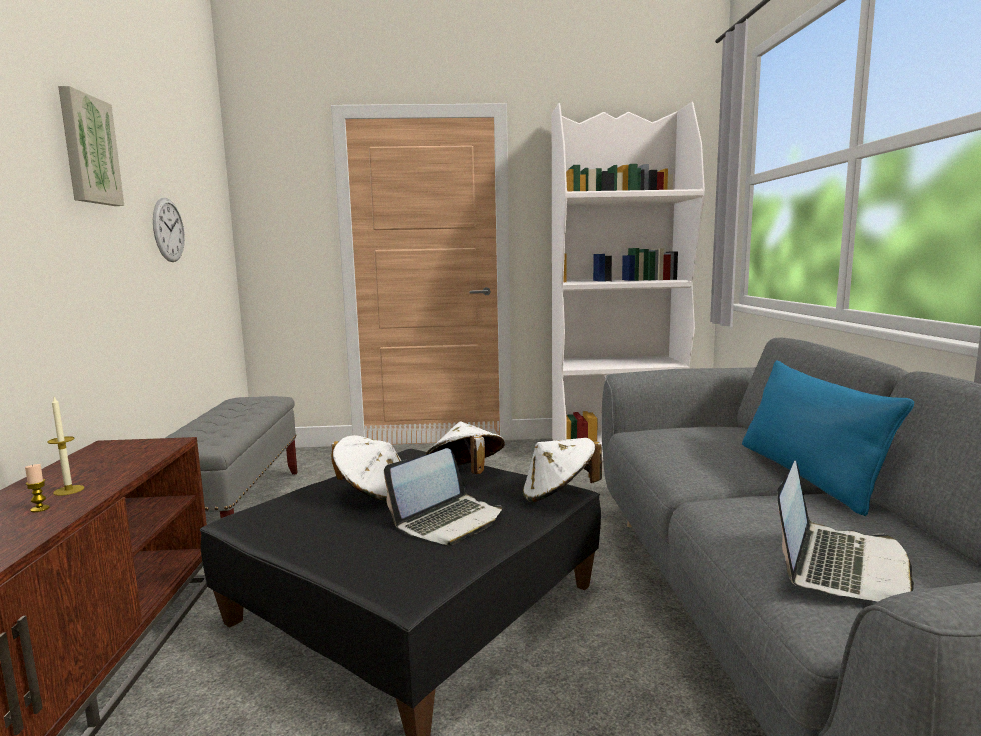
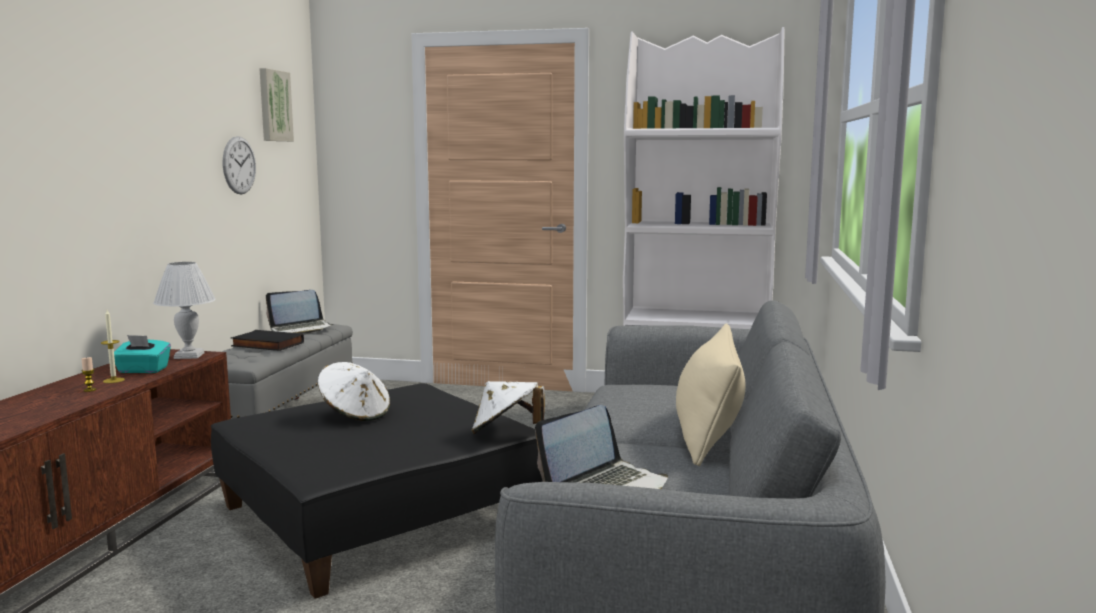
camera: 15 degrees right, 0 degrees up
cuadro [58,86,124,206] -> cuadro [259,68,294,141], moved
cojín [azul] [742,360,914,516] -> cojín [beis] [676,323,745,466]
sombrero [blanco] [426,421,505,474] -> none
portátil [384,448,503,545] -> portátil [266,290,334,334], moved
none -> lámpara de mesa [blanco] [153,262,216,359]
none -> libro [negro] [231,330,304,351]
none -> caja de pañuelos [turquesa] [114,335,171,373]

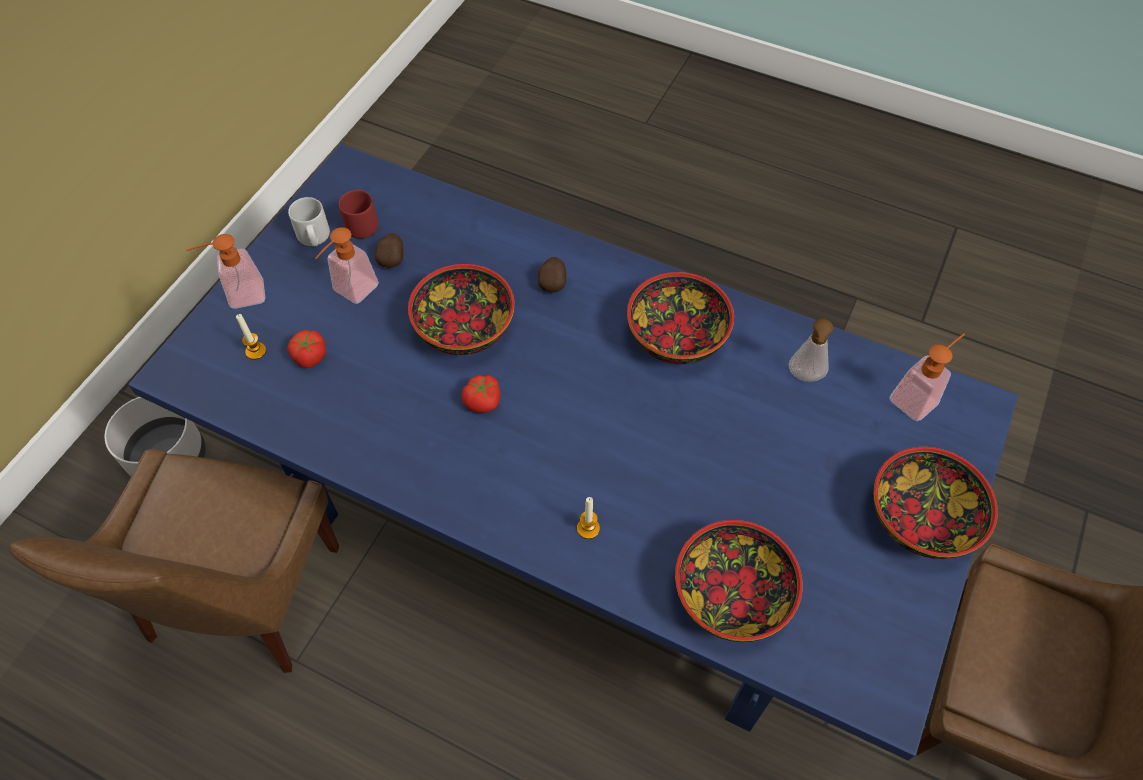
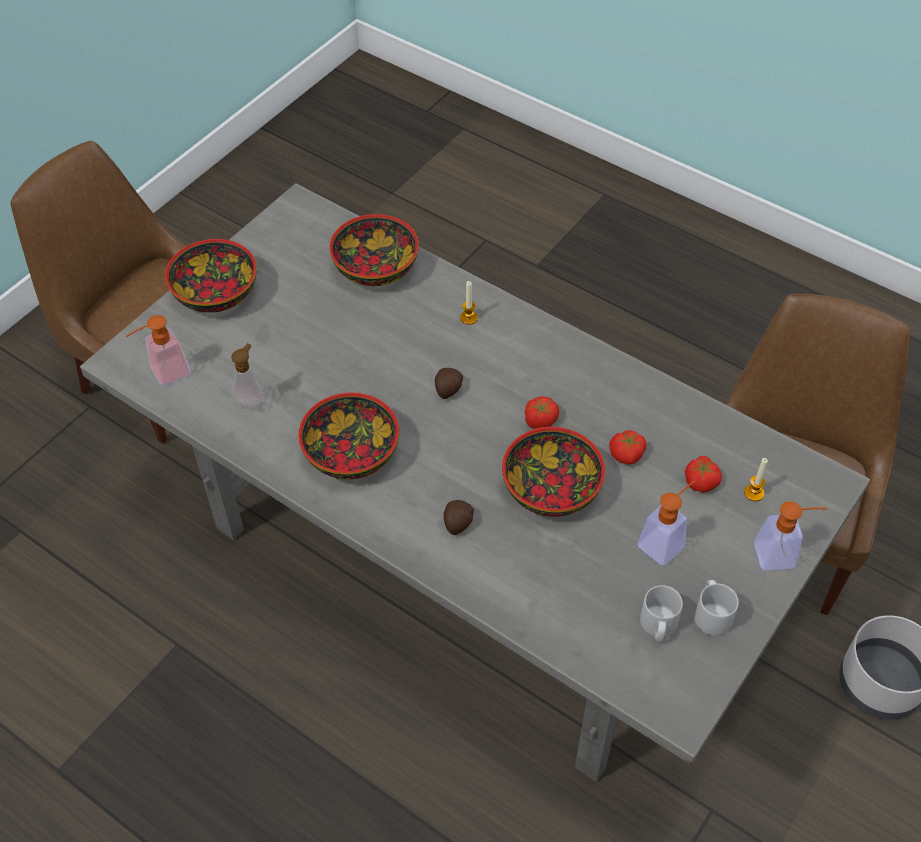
camera: 170 degrees left, 5 degrees down
mesa de comedor [azul] [128,144,1018,760] -> mesa de comedor [gris] [80,183,870,782]
taza grande [rojo] [339,189,378,239] -> taza grande [gris] [640,585,683,641]
patata [375,233,404,268] -> patata [435,368,463,399], moved
none -> tomate [609,430,647,464]

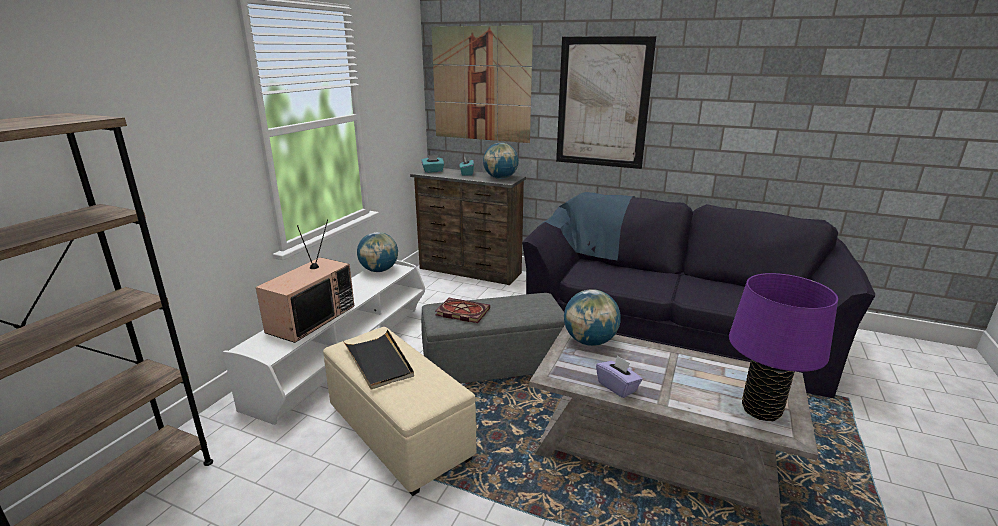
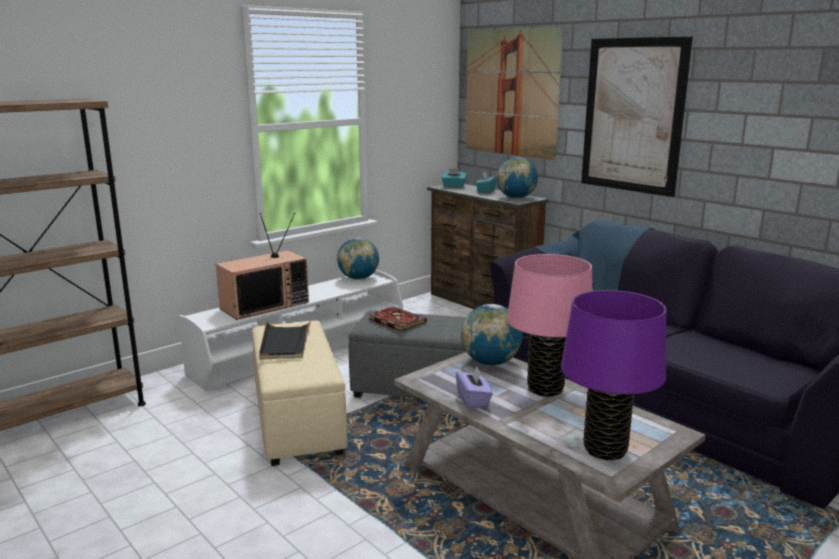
camera: 25 degrees right, 5 degrees down
none -> lámpara de mesa [rosa] [507,254,593,397]

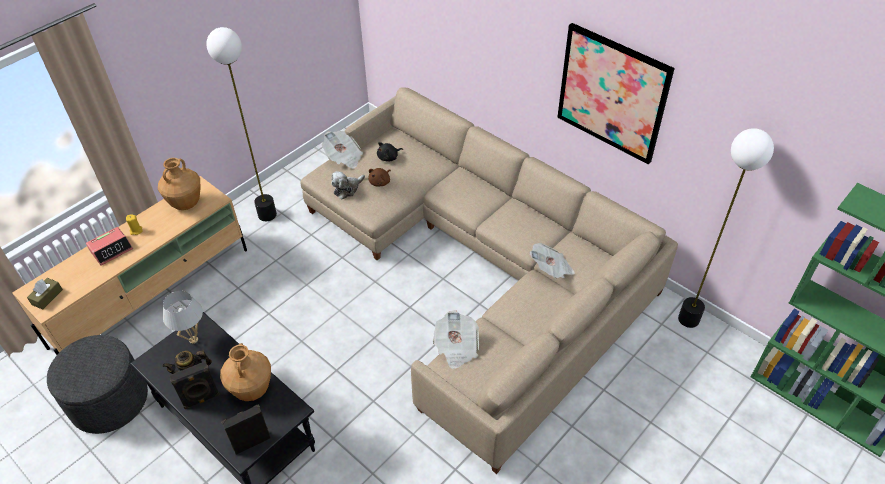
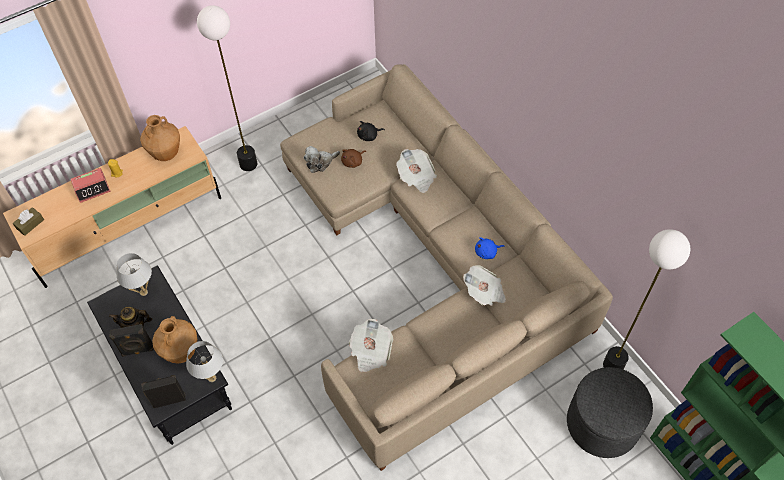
camera: 15 degrees right, 10 degrees up
cuadro [557,23,675,165] -> none
periódico [322,131,363,169] -> periódico [396,149,437,193], moved
puf [gris] [47,335,148,434] -> puf [gris] [567,367,653,458], moved
none -> peluche [azul] [475,237,505,259]
none -> lámpara de mesa [blanco] [186,341,223,382]

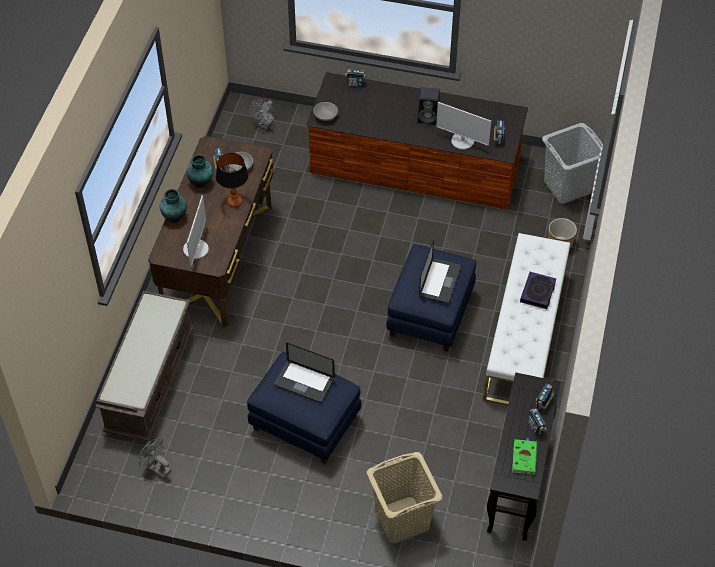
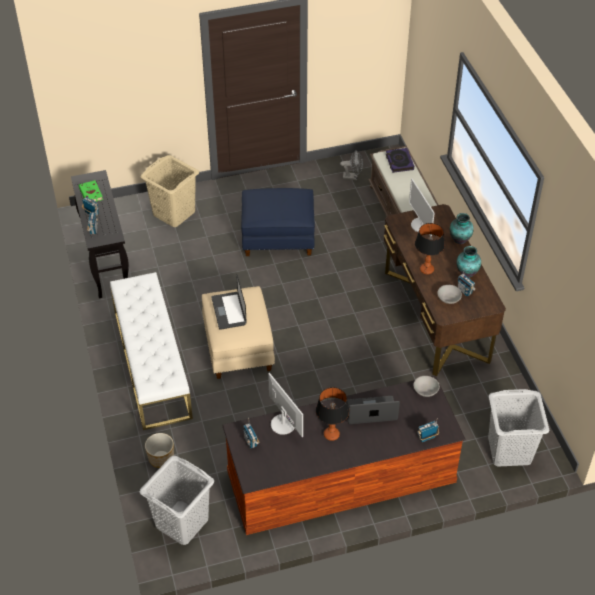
camera: 150 degrees right, 5 degrees down
altavoz [negro] [418,87,440,124] -> lámpara de mesa [316,387,350,441]
ventilador [gris] [249,99,275,130] -> cesto de la ropa [gris] [488,389,549,467]
monitor [436,102,491,150] -> monitor [268,373,303,437], 60 degrees clockwise
puf [azul] [387,244,476,352] -> puf [beis] [202,286,275,379]
libro [520,272,556,309] -> libro [386,148,414,173], moved
portátil [274,343,335,403] -> portátil [347,396,400,424], moved

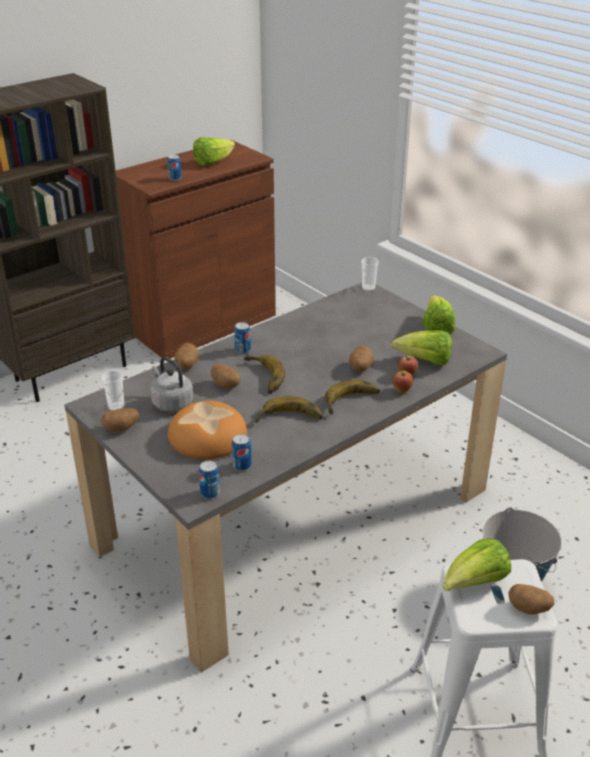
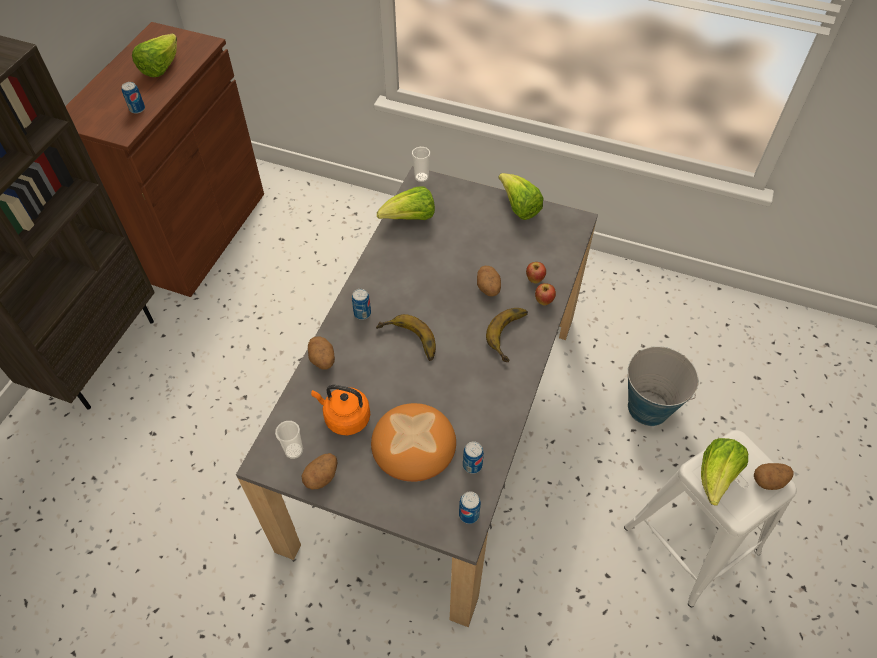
camera: 30 degrees left, 20 degrees up
lechuga [391,330,452,365] -> lechuga [377,187,435,220], moved
hervidor [gris] [150,357,193,412] -> hervidor [naranja] [311,385,370,435]
patata [211,364,240,388] -> none
plátano [255,396,323,423] -> none

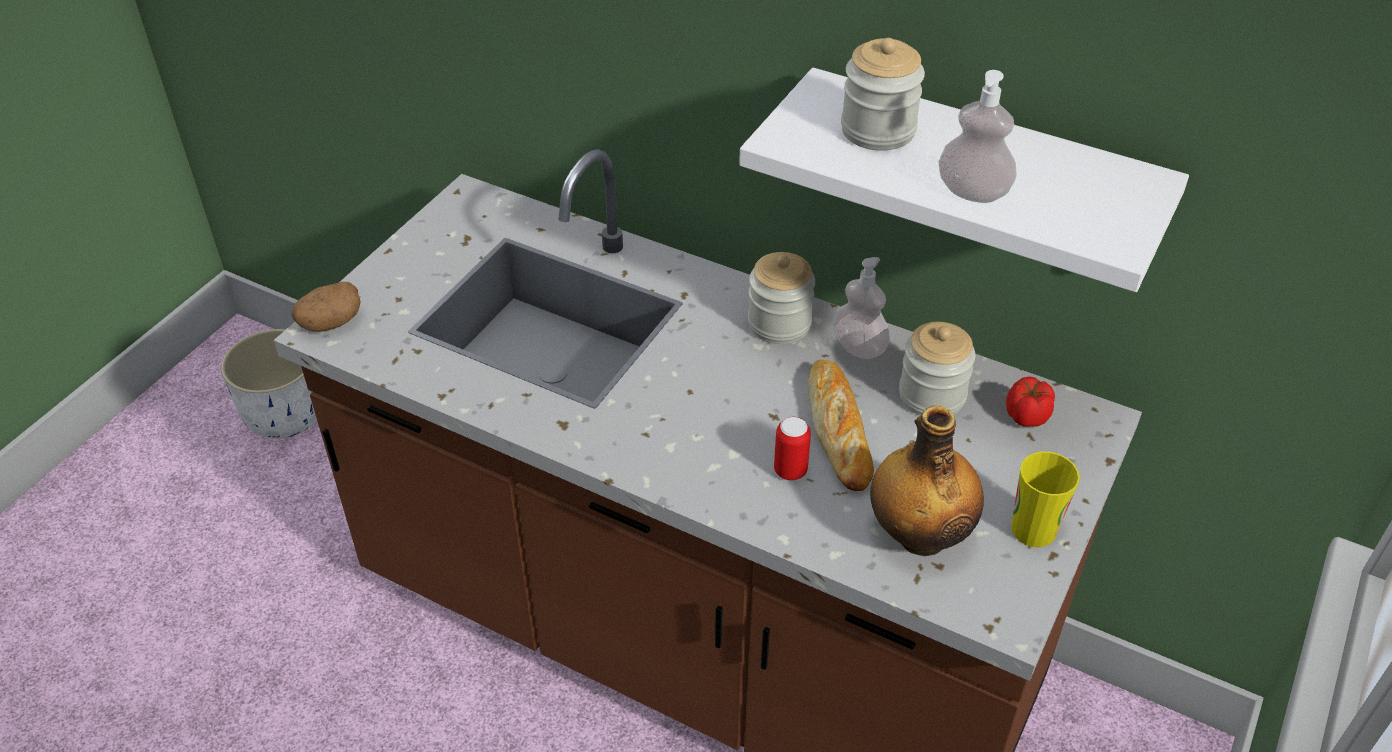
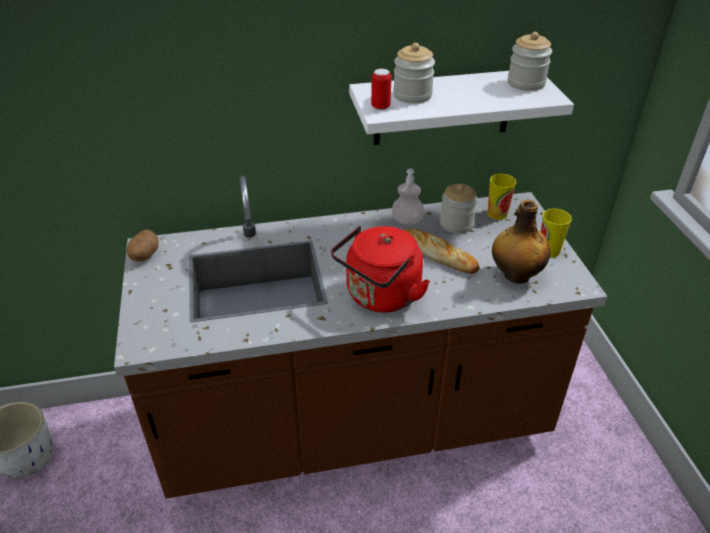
camera: 40 degrees left, 5 degrees down
dispensador de jabón [938,70,1017,203] -> none
tarro [748,252,815,344] -> tarro [508,32,552,91], moved
patata [291,282,361,332] -> patata [127,230,159,261], moved
tomate [1006,376,1055,427] -> taza [487,174,516,219]
lata [774,417,811,480] -> lata [371,69,392,110], moved
none -> hervidor [rojo] [331,226,430,312]

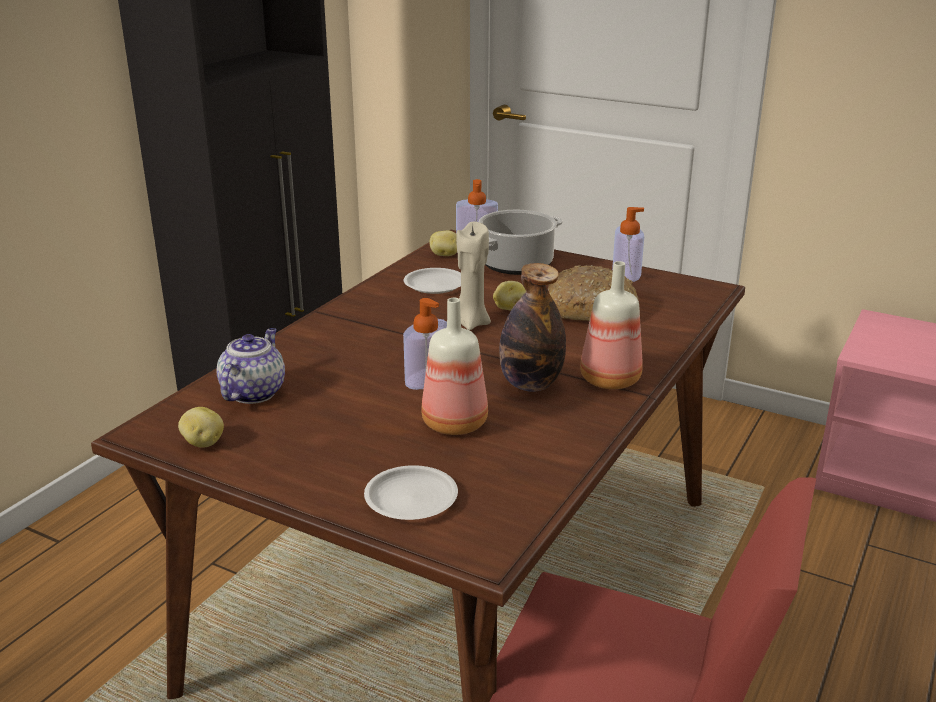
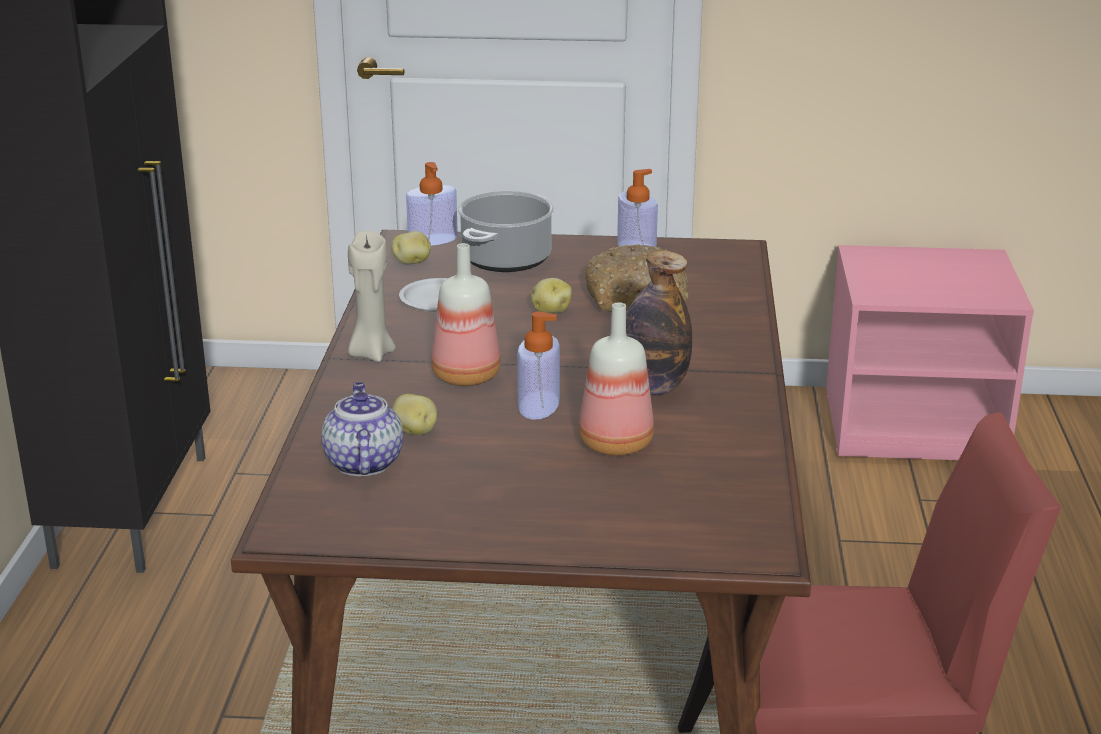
camera: 25 degrees left, 0 degrees up
vela [beis] [456,222,491,330] -> vela [beis] [348,231,396,362], moved
botella [580,261,642,389] -> botella [431,243,501,386], moved
patata [178,407,224,448] -> patata [392,394,437,435], moved
plato [blanco] [364,465,458,520] -> none

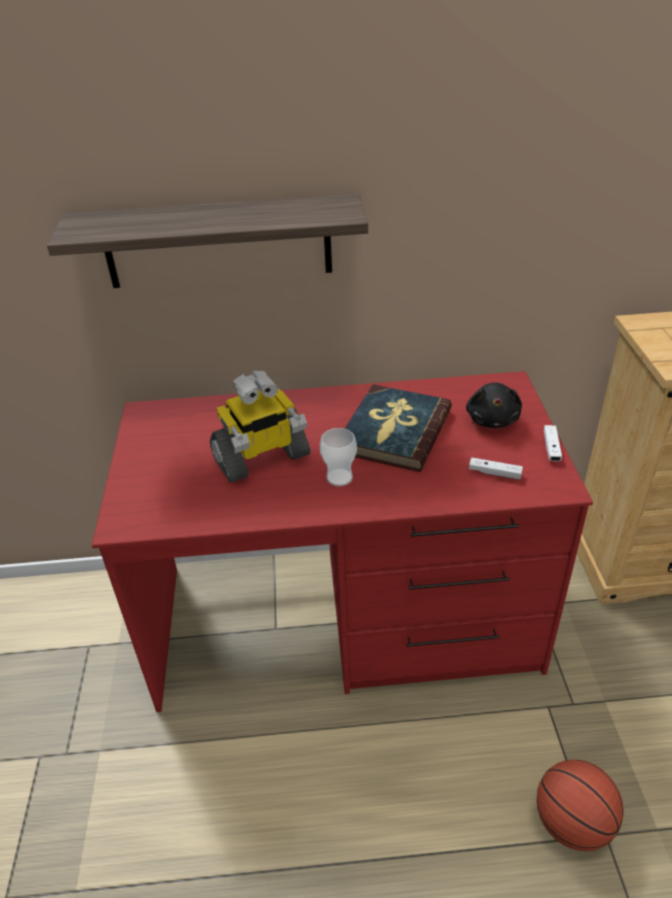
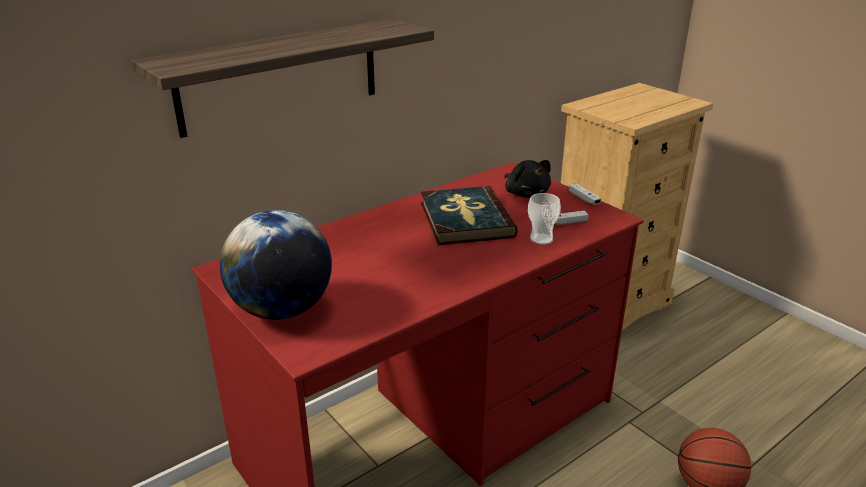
camera: 35 degrees left, 10 degrees down
robot de juguete [210,371,311,483] -> none
taza [320,428,357,487] -> taza [528,193,561,245], moved
none -> globo terráqueo [220,210,332,320]

